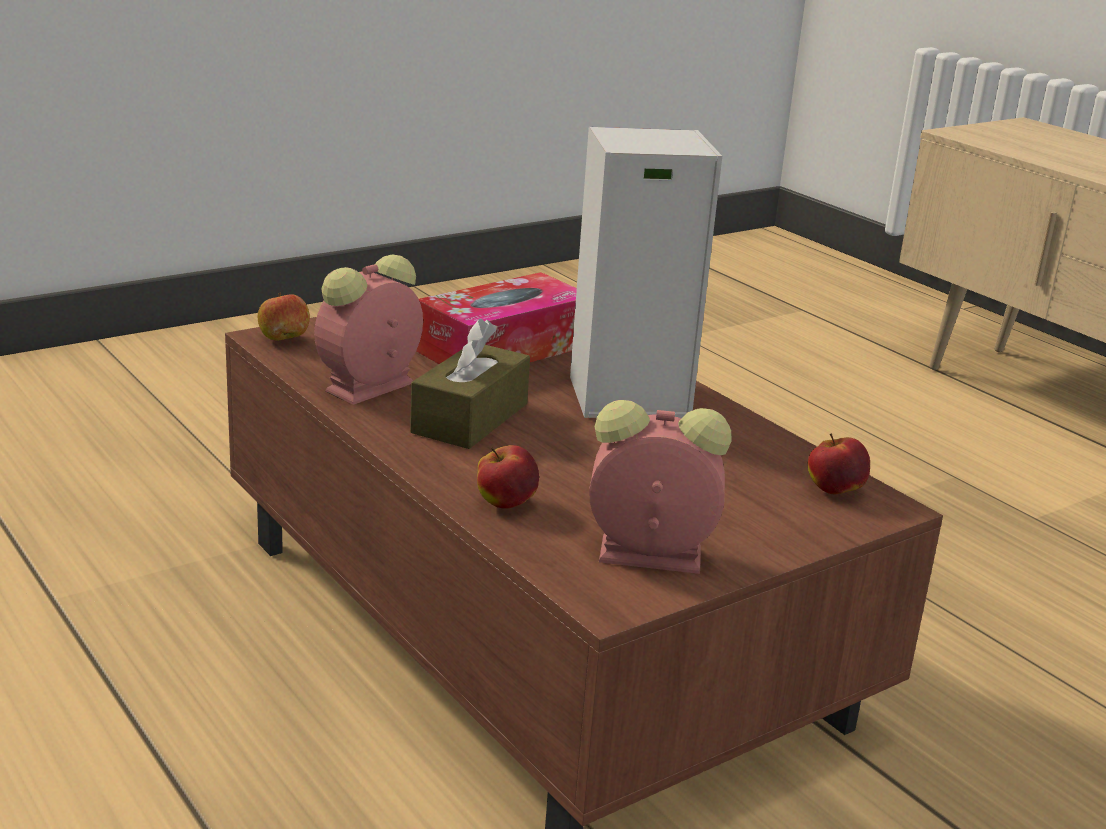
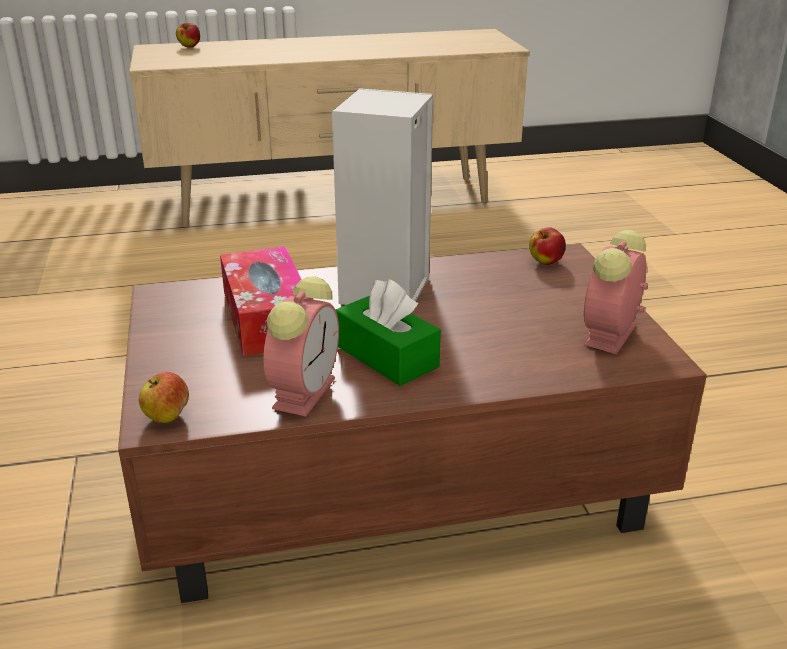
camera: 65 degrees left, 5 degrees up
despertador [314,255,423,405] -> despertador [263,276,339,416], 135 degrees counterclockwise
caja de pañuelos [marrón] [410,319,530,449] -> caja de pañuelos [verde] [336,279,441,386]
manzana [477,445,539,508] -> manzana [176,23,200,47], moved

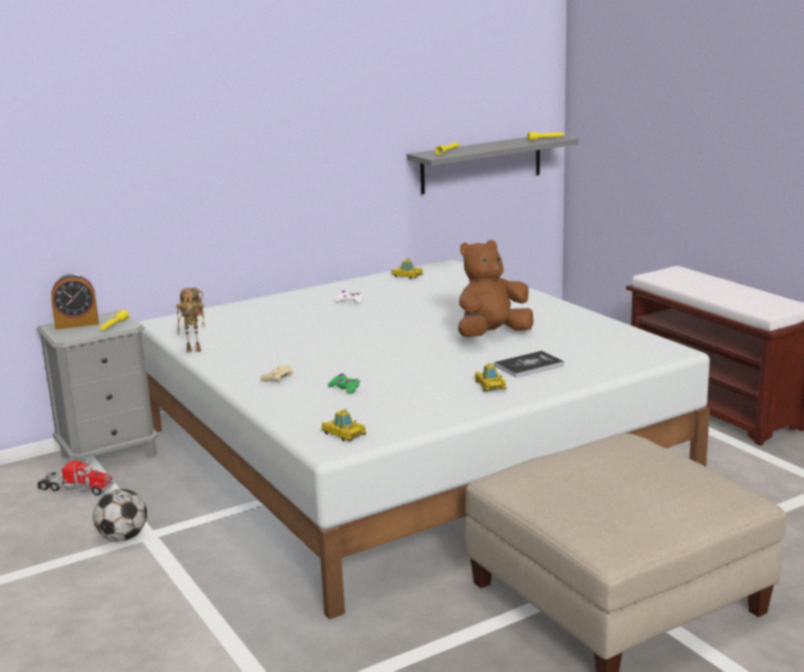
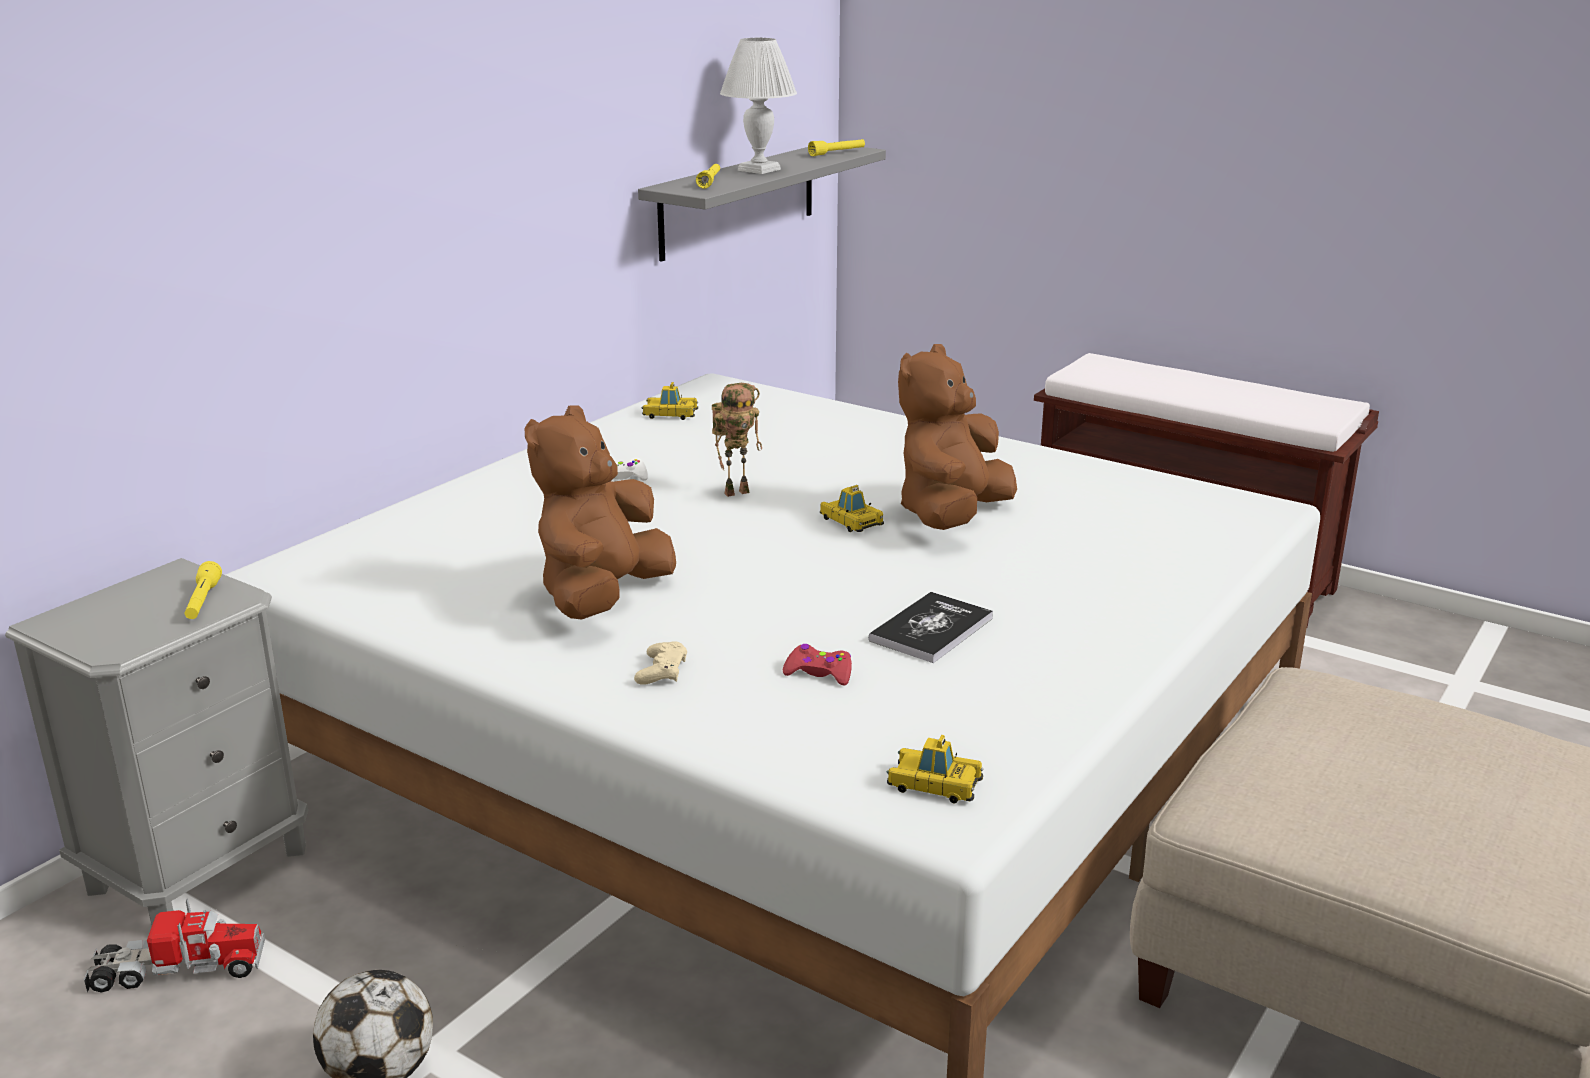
camera: 25 degrees left, 5 degrees up
despertador [51,273,99,329] -> none
robot de juguete [176,288,205,352] -> robot de juguete [712,383,762,497], moved
libro [494,351,564,378] -> libro [869,592,993,663], moved
coche de juguete [475,363,507,392] -> coche de juguete [820,485,884,532], moved
mando de consola [verde] [328,373,360,394] -> mando de consola [rojo] [783,644,852,685]
none -> lámpara de mesa [blanco] [720,38,797,174]
none -> peluche [marrón] [525,405,676,619]

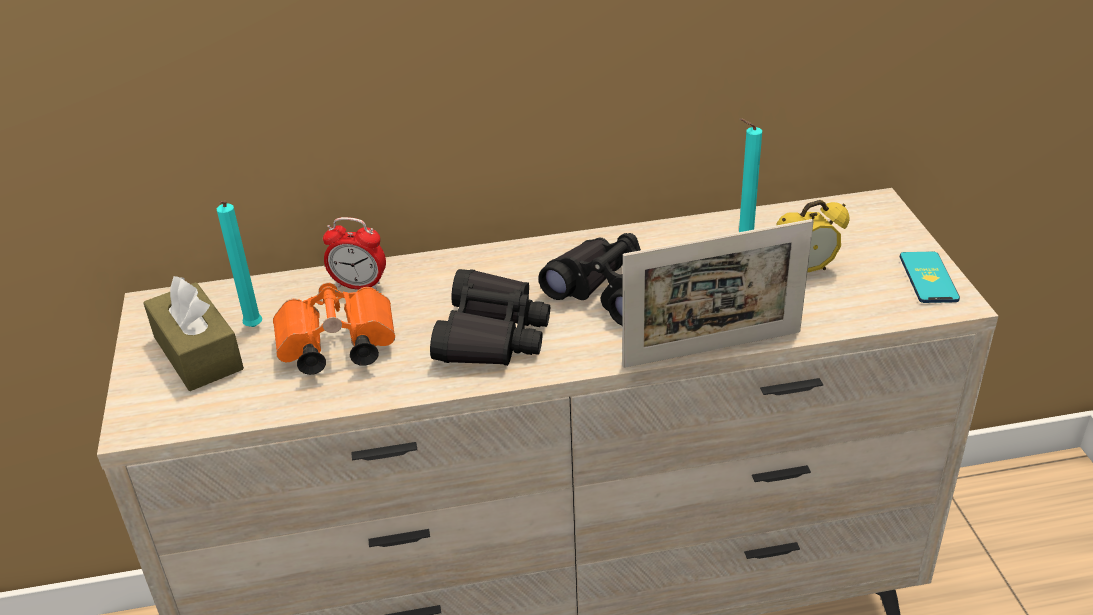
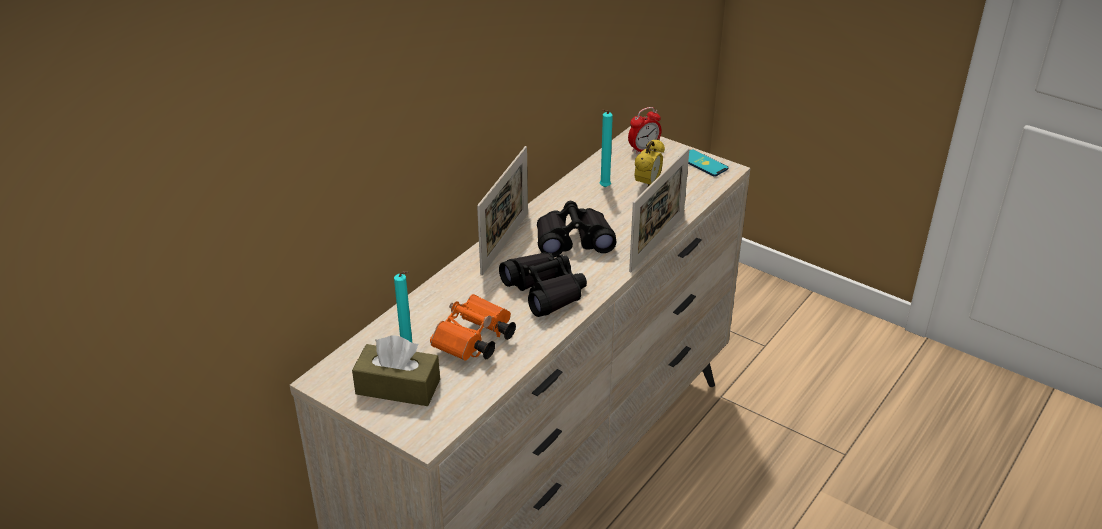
camera: 45 degrees left, 0 degrees up
despertador [323,217,386,290] -> despertador [628,107,662,155], moved
none -> portarretratos [477,146,528,276]

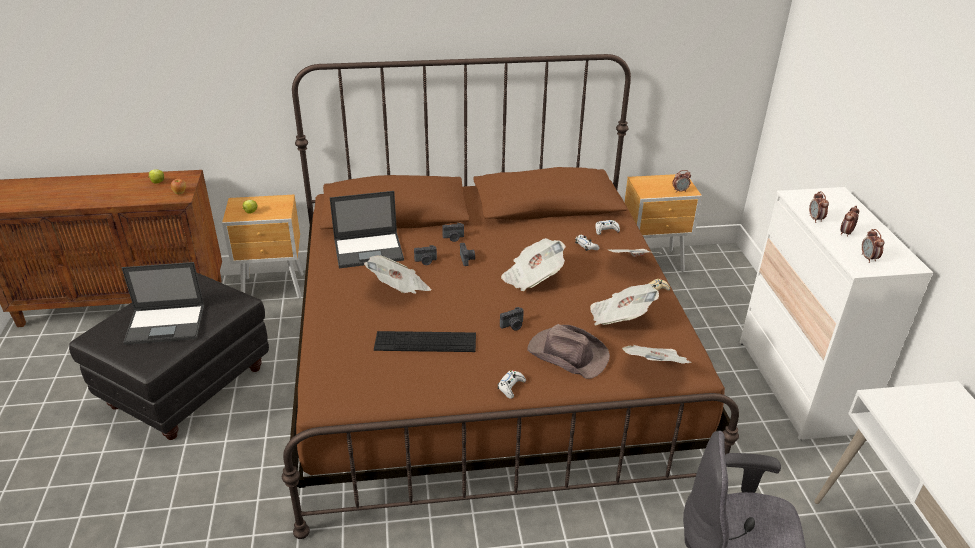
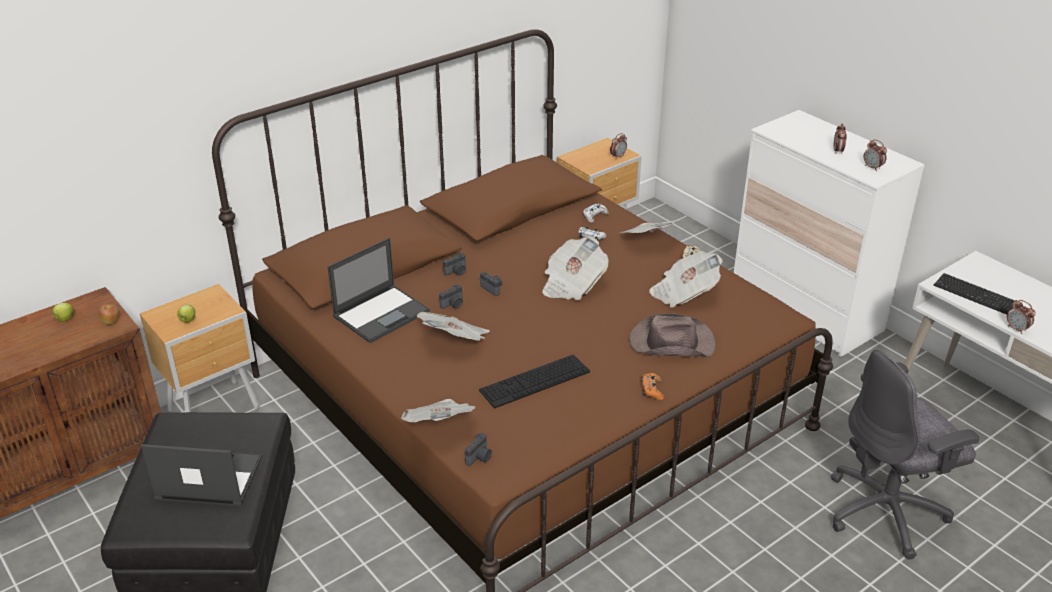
camera: 30 degrees left, 0 degrees up
despertador [809,191,829,223] -> despertador [1007,300,1036,334], moved
portátil [122,262,205,345] -> portátil [141,444,262,506], 135 degrees counterclockwise
cámara [500,307,524,331] -> cámara [465,433,492,466], moved
periódico [622,345,692,364] -> periódico [401,399,476,422], moved
mando de consola [blanco] [498,370,526,399] -> mando de consola [naranja] [642,373,664,400]
none -> teclado [933,273,1016,315]

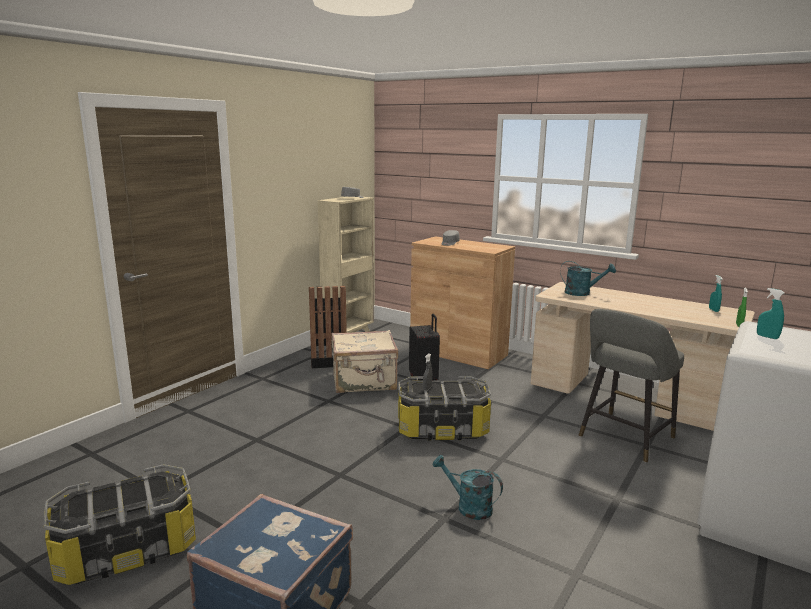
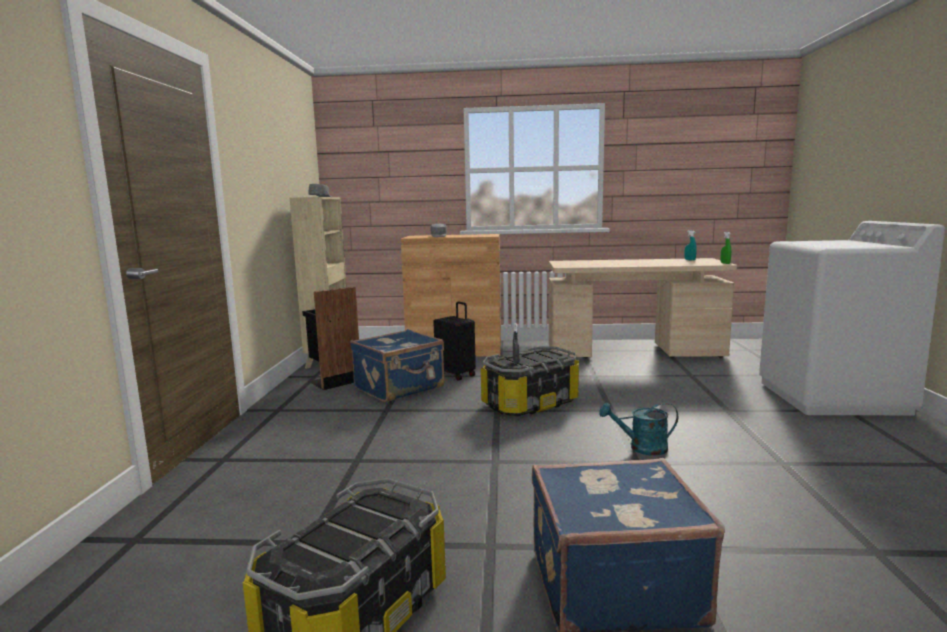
camera: 30 degrees left, 5 degrees down
regadera [turquesa] [560,261,616,296] -> none
pulverizador [turquesa] [757,288,784,339] -> none
taburete [gris] [579,309,684,463] -> none
maleta [beis] [331,330,398,393] -> maleta [azul] [350,329,445,402]

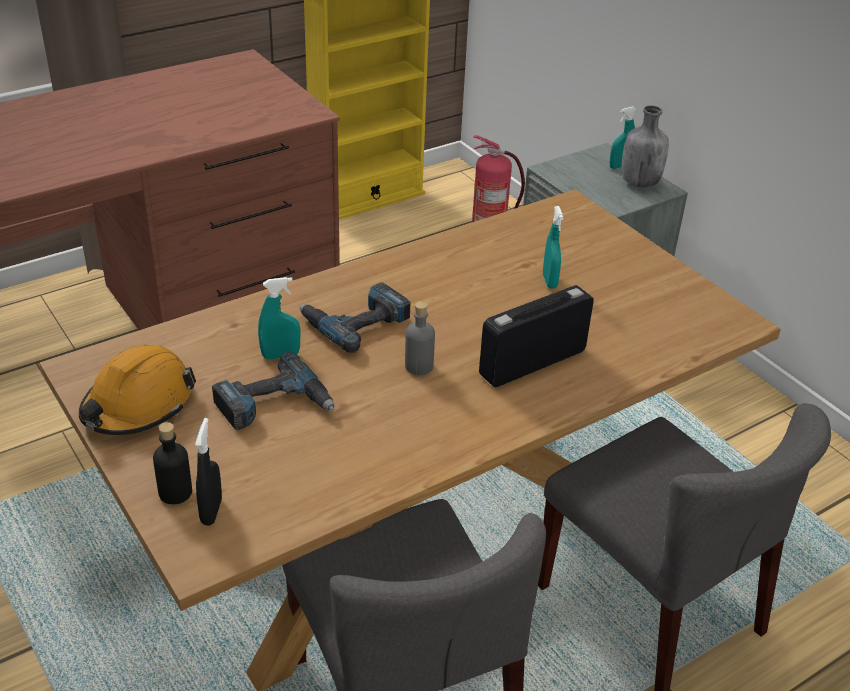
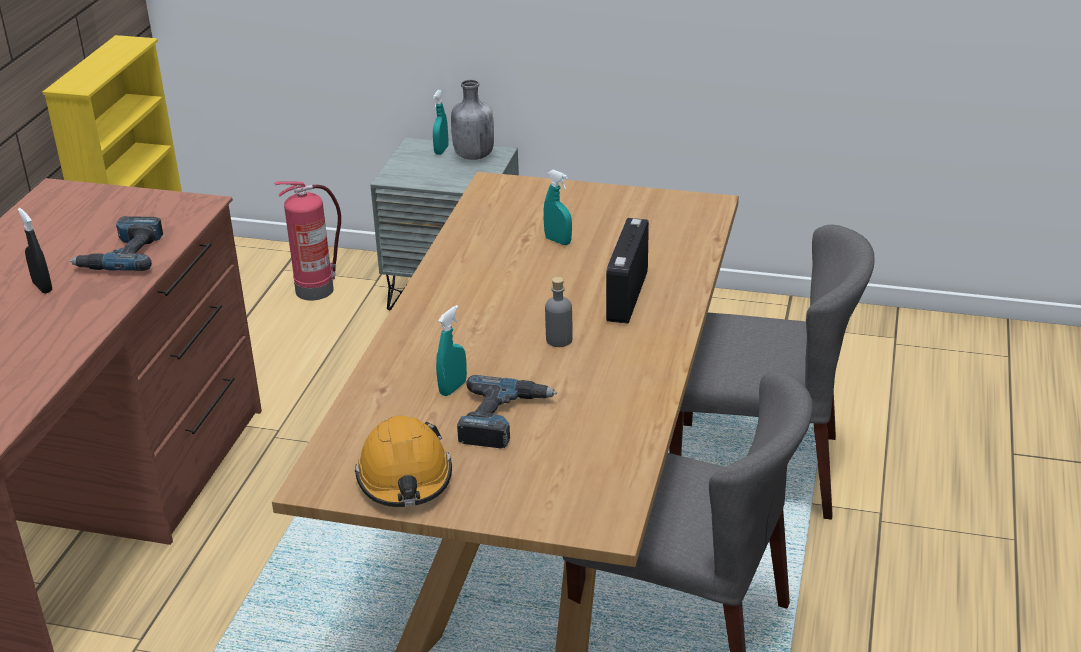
camera: 40 degrees left, 5 degrees down
taladro [300,282,410,353] -> taladro [69,216,163,271], moved
pulverizador [negro] [195,418,222,526] -> pulverizador [negro] [18,208,52,293], moved
botella [negro] [153,422,192,504] -> none

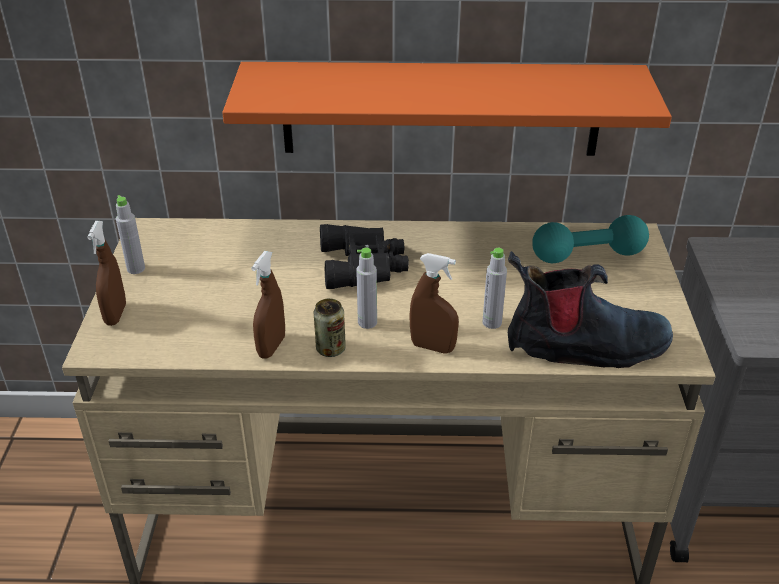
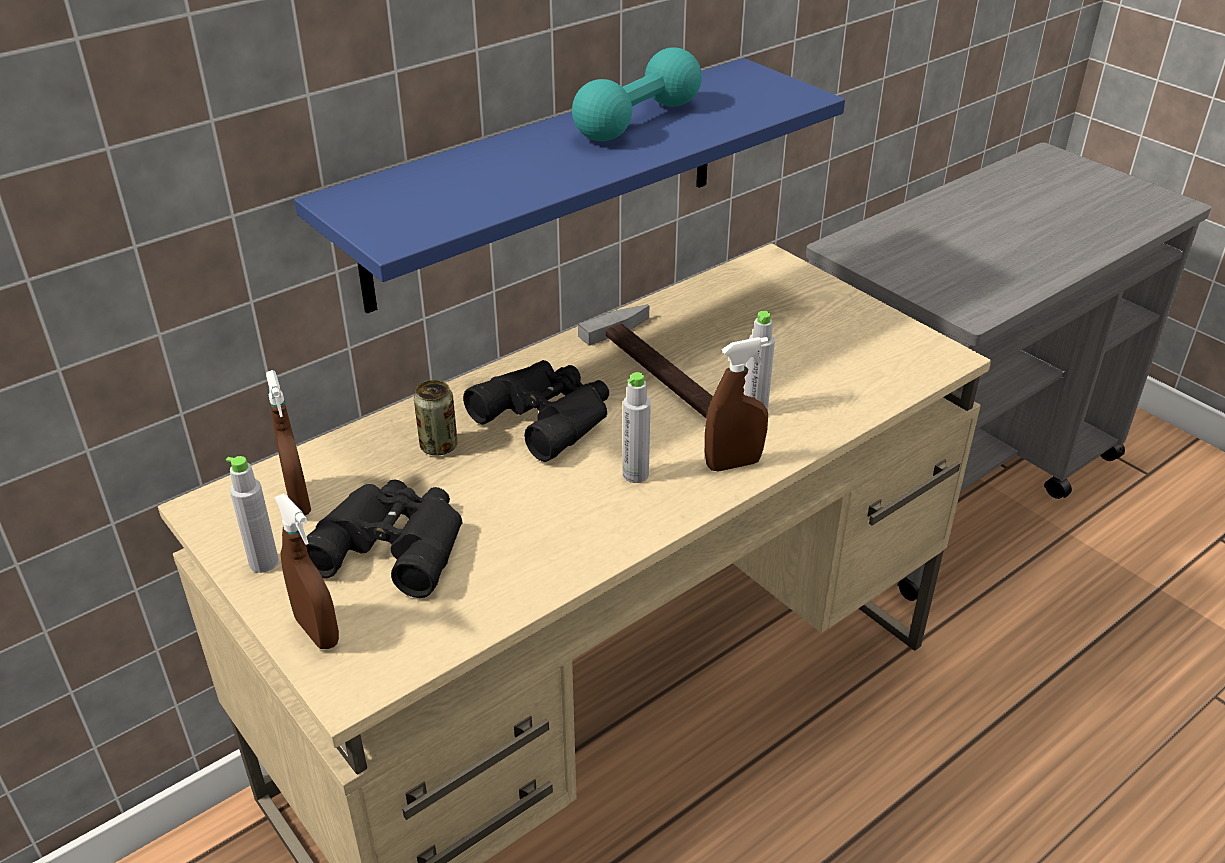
camera: 40 degrees left, 0 degrees up
estante [naranja] [222,62,672,156] -> estante [azul] [294,58,845,314]
mancuerna [turquesa] [532,215,649,263] -> mancuerna [turquesa] [572,47,702,141], moved
pulverizador [marrón] [251,251,285,359] -> pulverizador [marrón] [266,370,311,516], moved
bota [508,251,673,368] -> none
lata [314,298,346,357] -> lata [414,380,458,456], moved
none -> martillo [578,305,713,418]
none -> prismáticos [negro] [306,480,463,598]

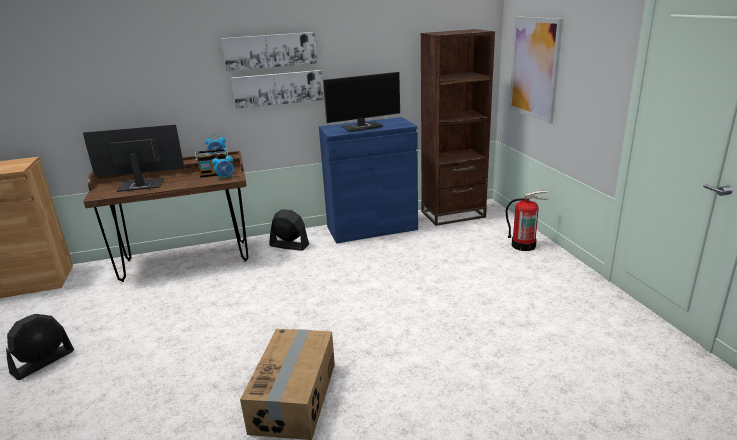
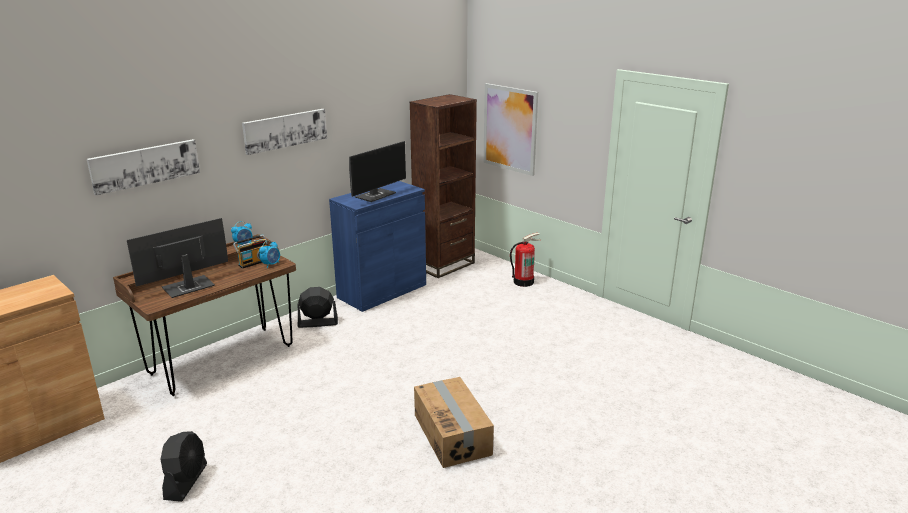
camera: 30 degrees left, 0 degrees up
cuadro [231,70,324,109] -> cuadro [87,139,200,195], moved

